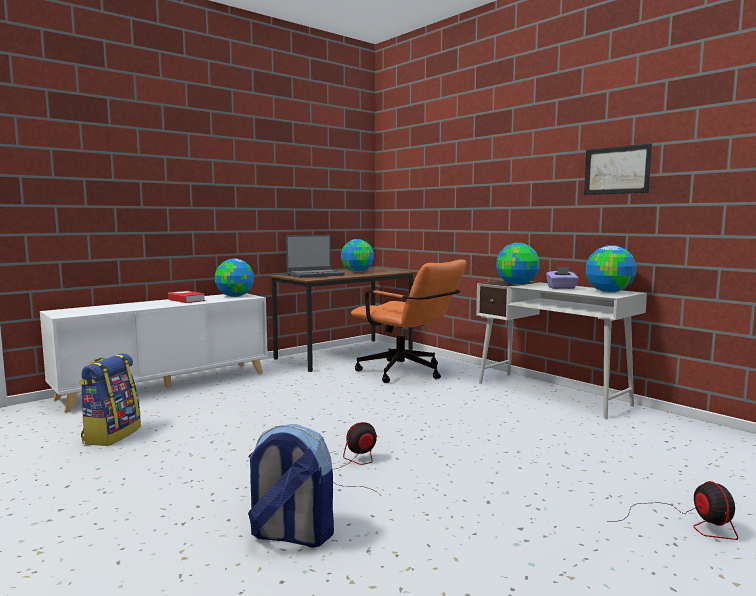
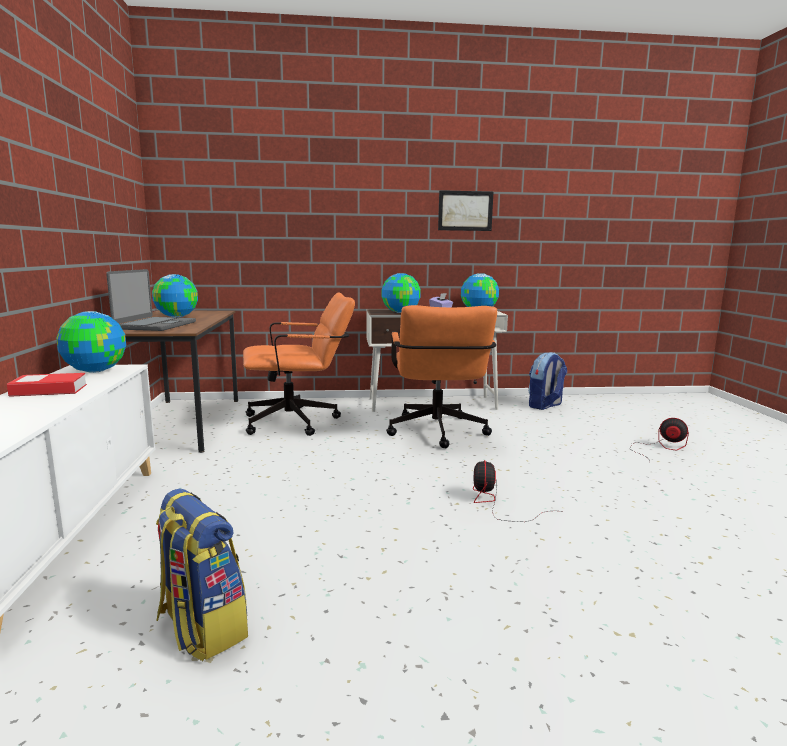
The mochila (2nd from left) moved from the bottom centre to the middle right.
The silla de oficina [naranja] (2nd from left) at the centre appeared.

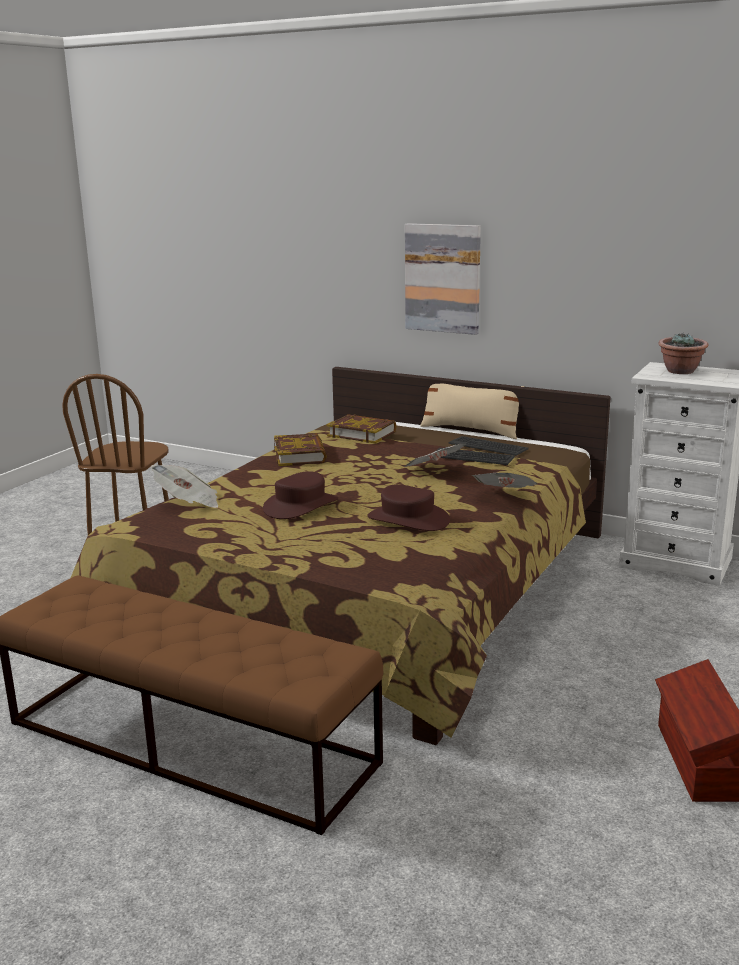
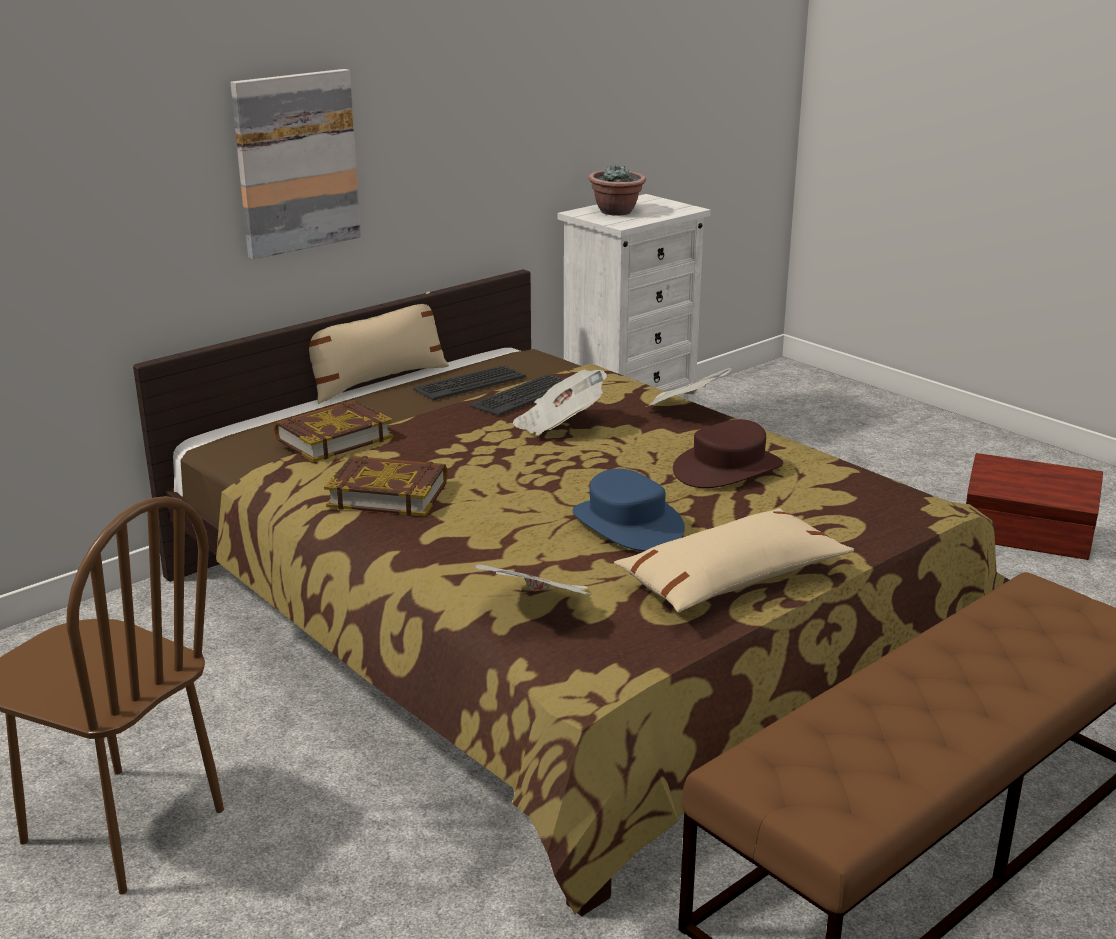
The sombrero [marrón] (1st from left) at the centre became the sombrero [azul] at the centre.
The cojín [beis] (2nd from left) at the centre appeared.

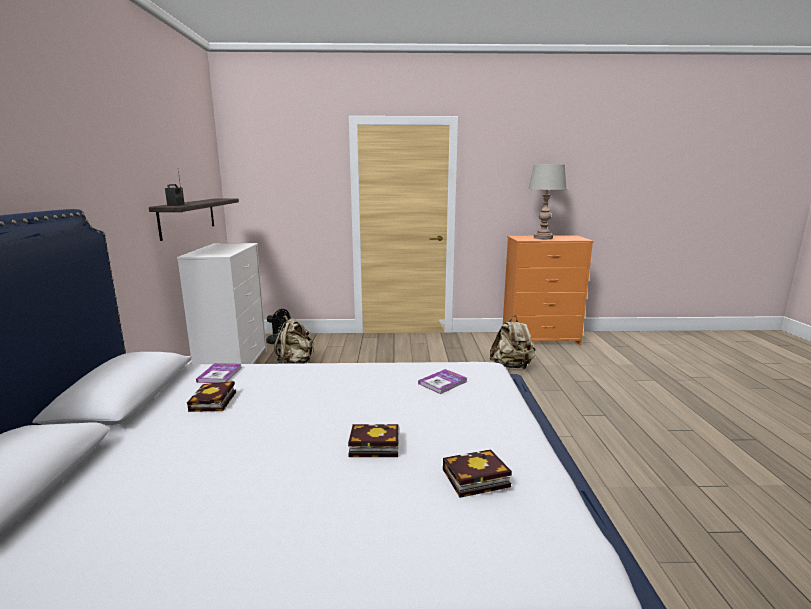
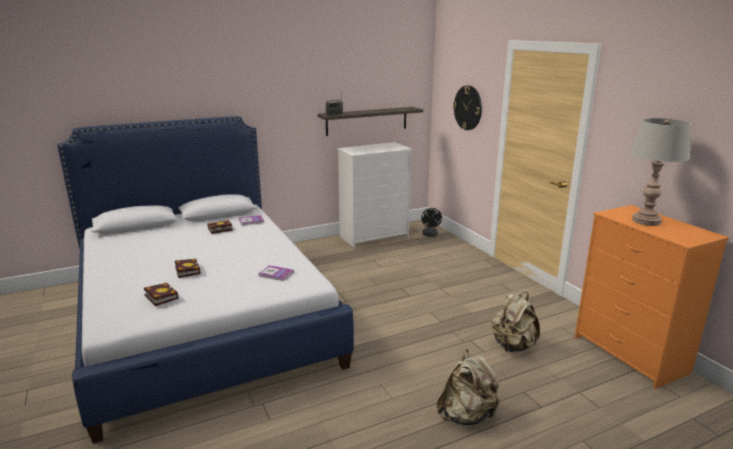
The mochila [beis] (1st from left) moved from the centre to the bottom centre.
The reloj de pared at the top centre appeared.

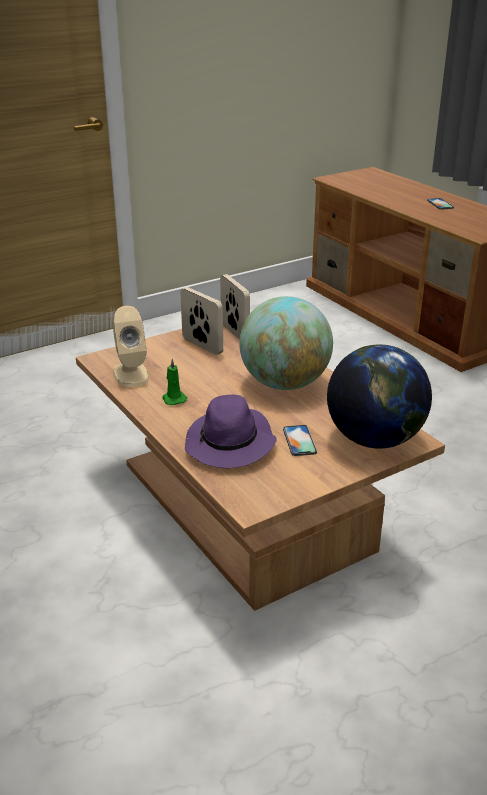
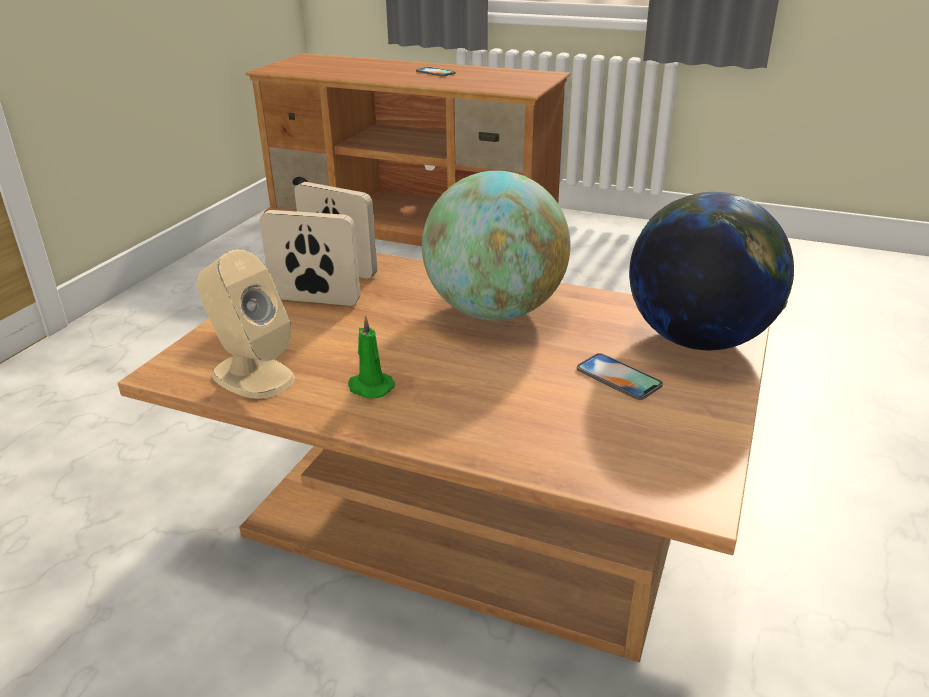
The sombrero [morado] at the centre disappeared.

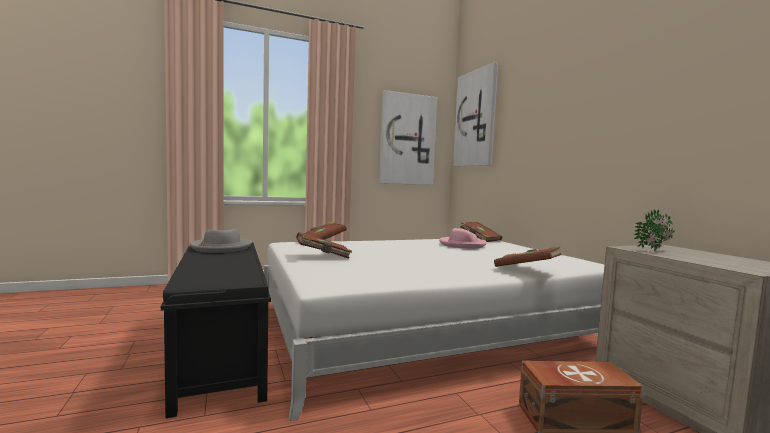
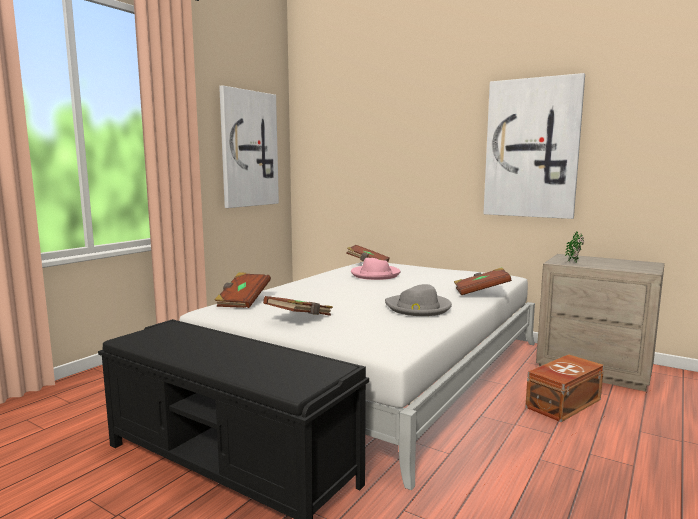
The cuadro (2nd from left) moved from the top centre to the top right.
The sombrero [gris] moved from the middle left to the centre.

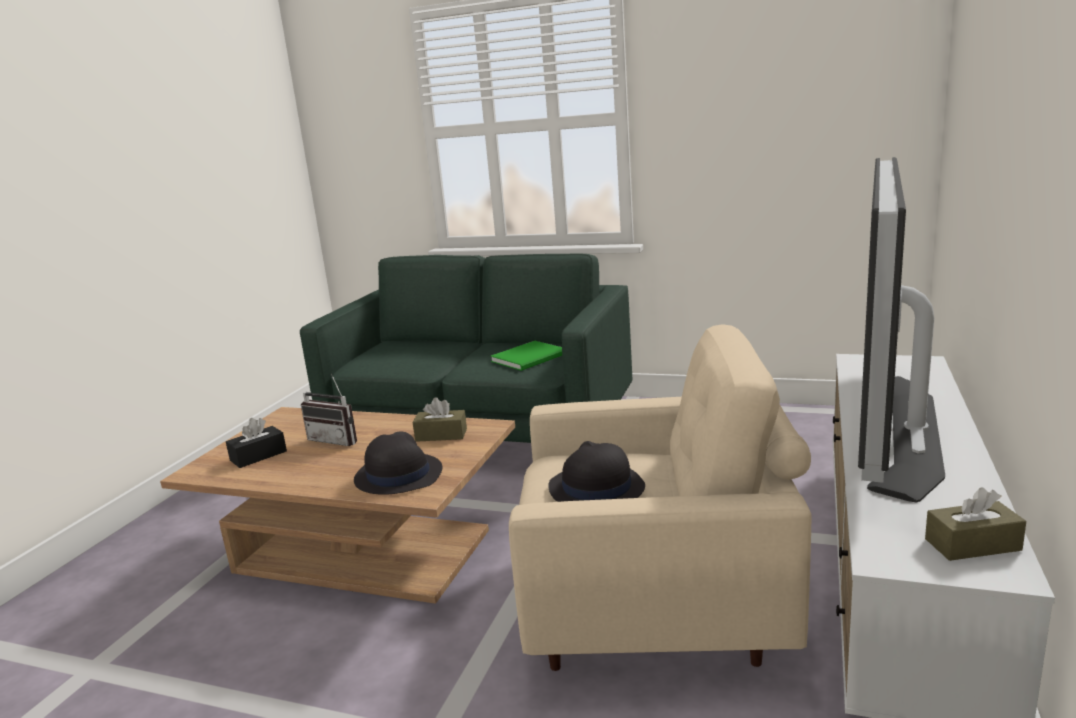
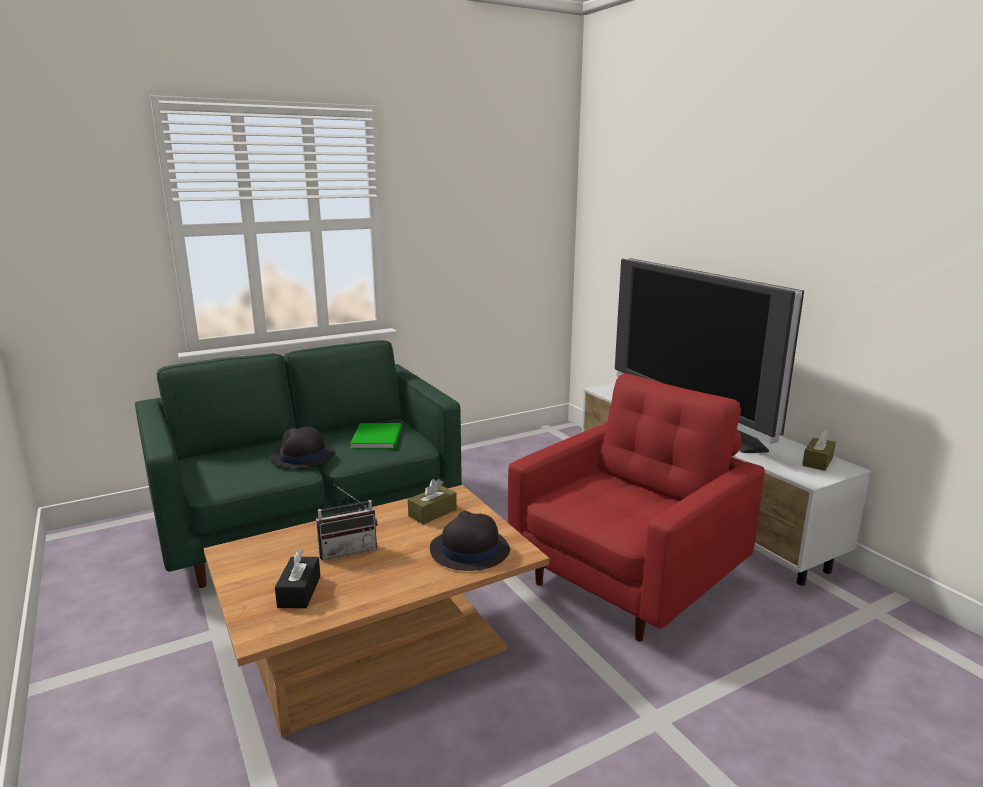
The sillón [beis] at the bottom centre became the sillón [rojo] at the centre.
The sombrero [negro] (2nd from left in the first image) moved from the centre to the middle left.

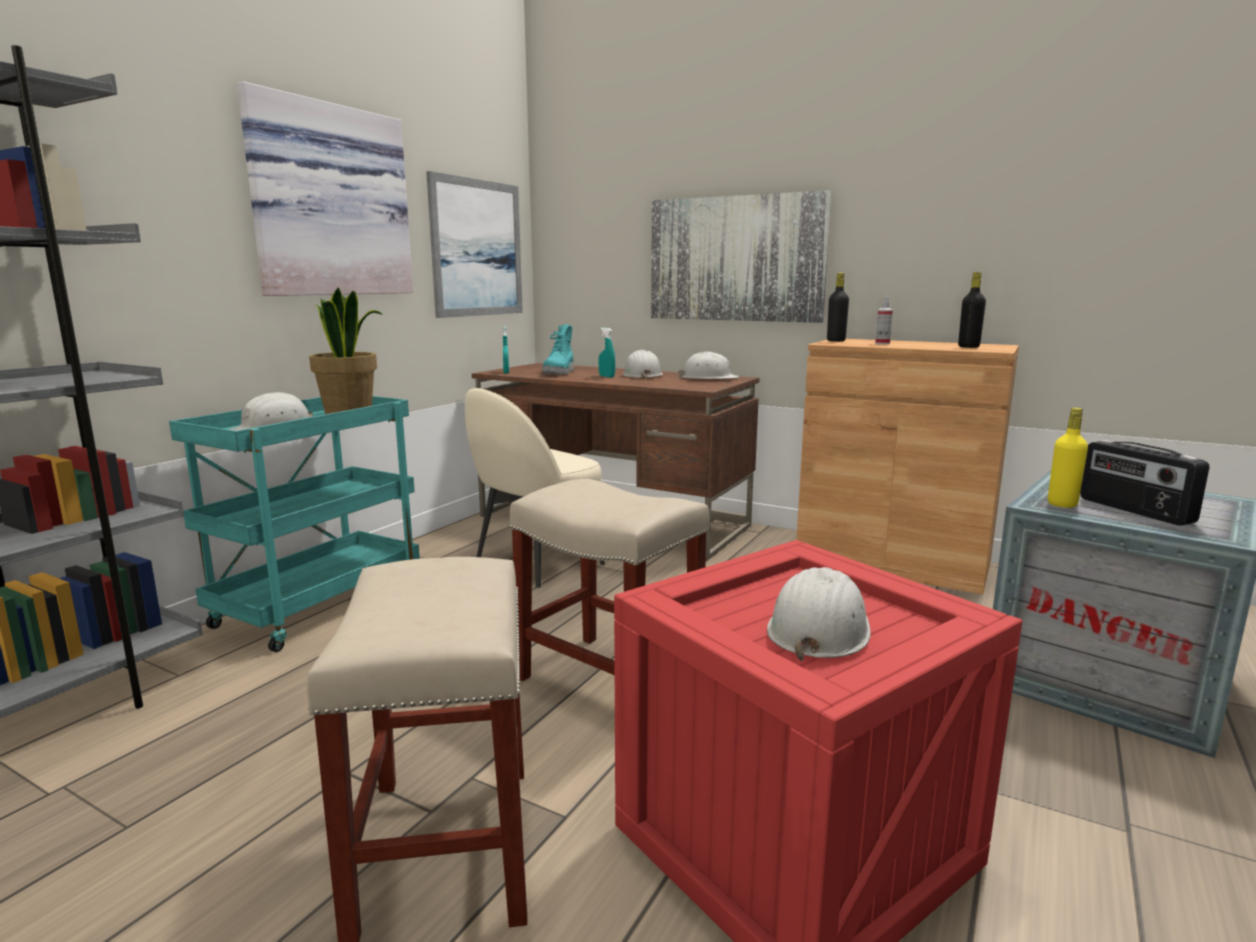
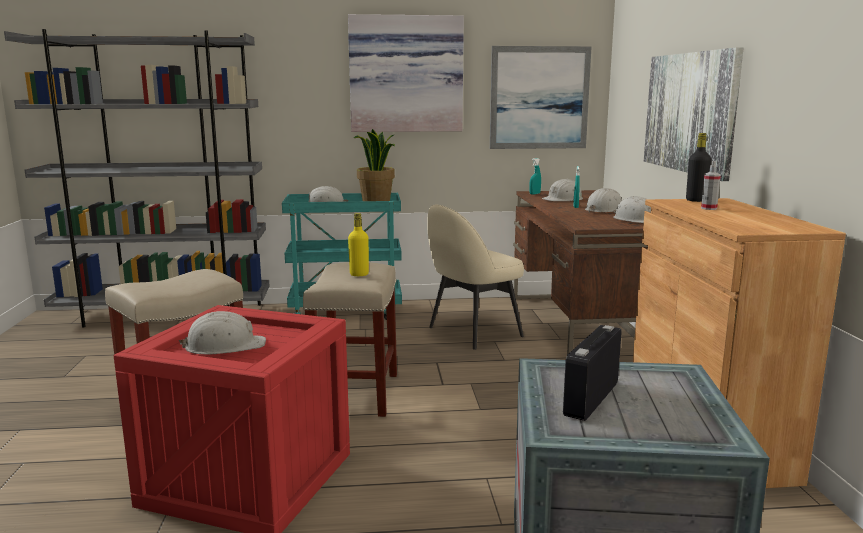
The botella [negro] (2nd from left) at the top right disappeared.
The bota [turquesa] at the centre was replaced by the casco [blanco] (3rd from left) at the centre.
The silla [beis] at the centre turned 45 degrees counterclockwise.
The botella [amarillo] moved from the middle right to the centre.

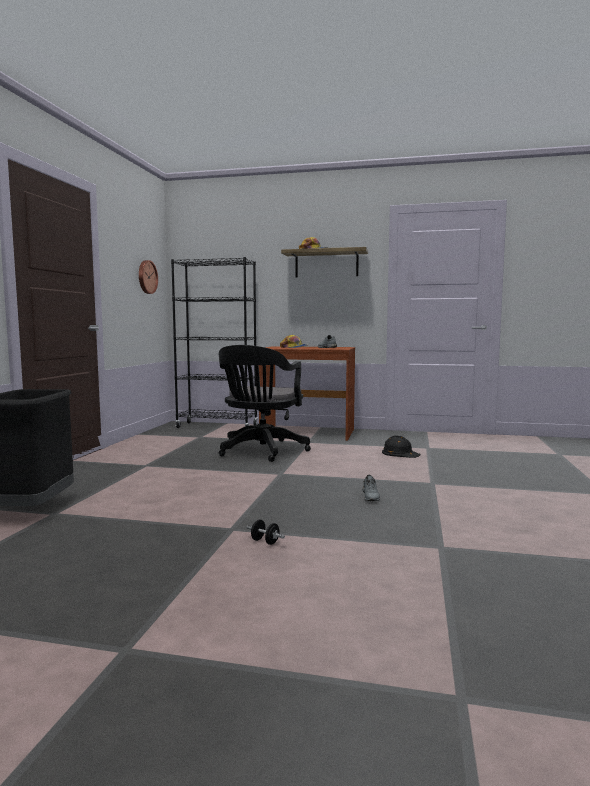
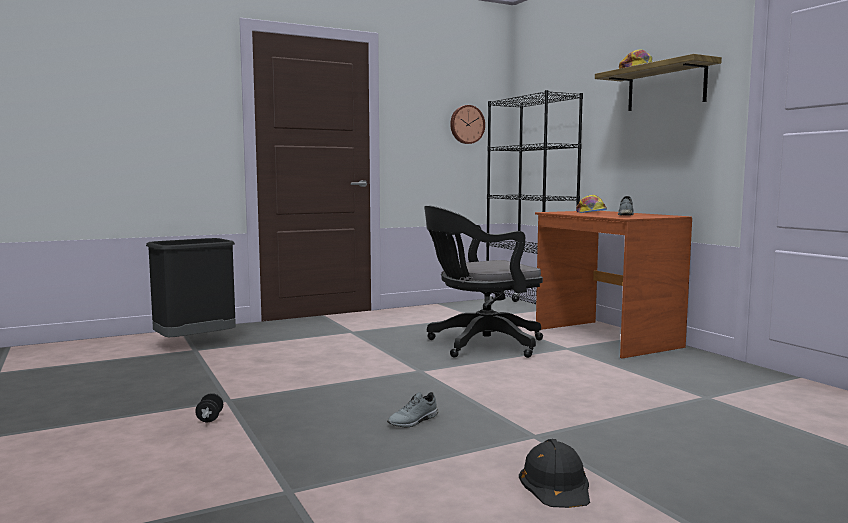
The casco [negro] moved from the middle right to the bottom centre.

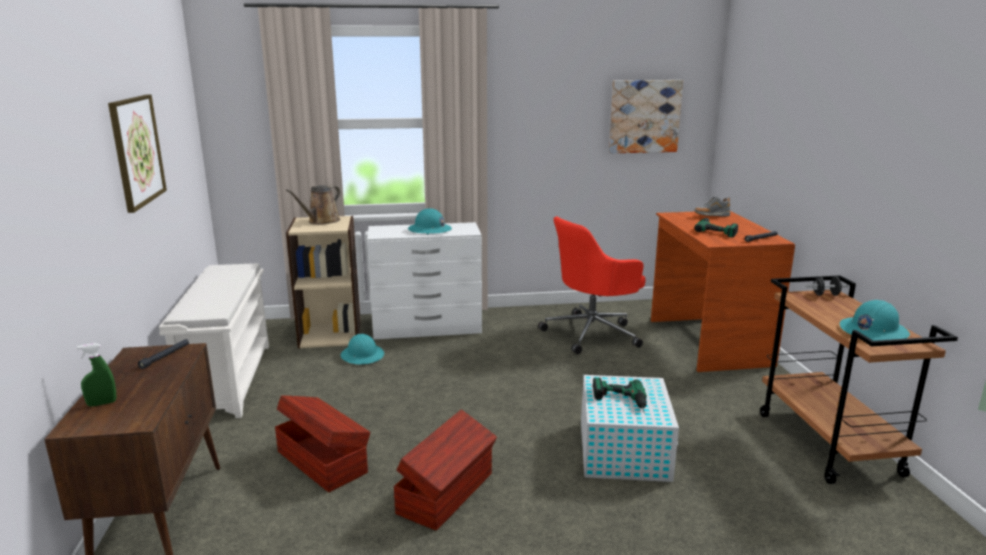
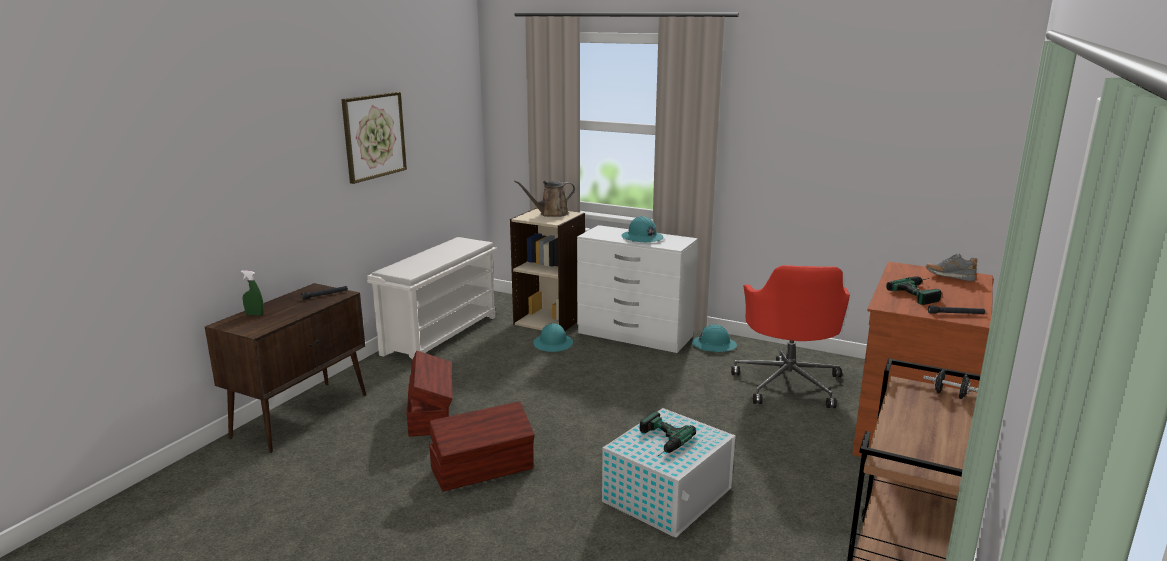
The cuadro (2nd from left) at the top centre disappeared.
The silla de oficina [rojo] at the centre turned 90 degrees counterclockwise.
The casco [turquesa] (3rd from left) moved from the middle right to the centre.

